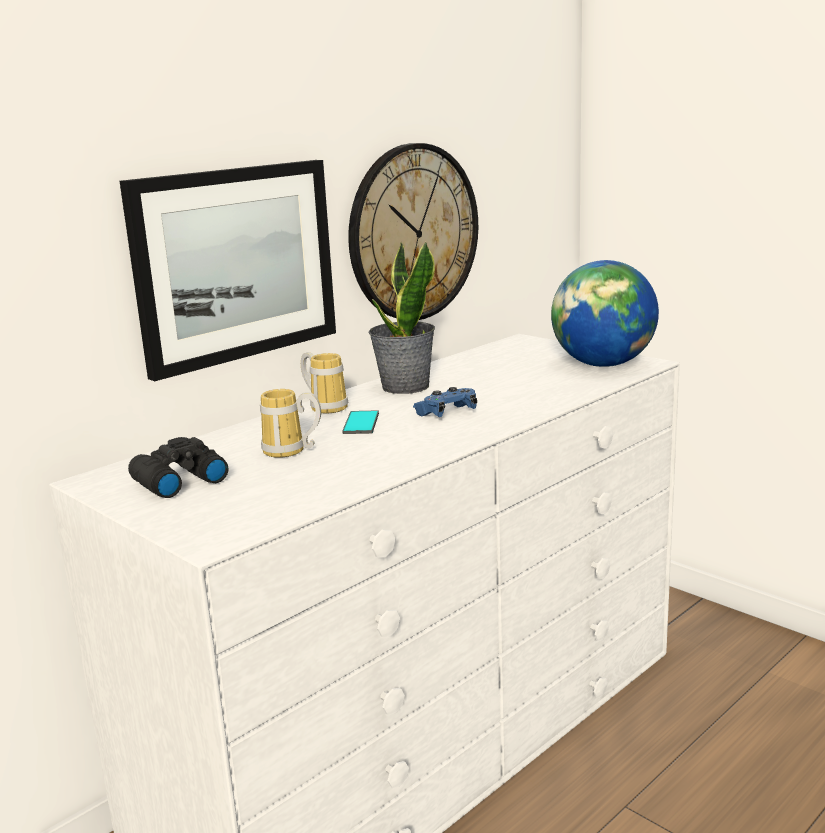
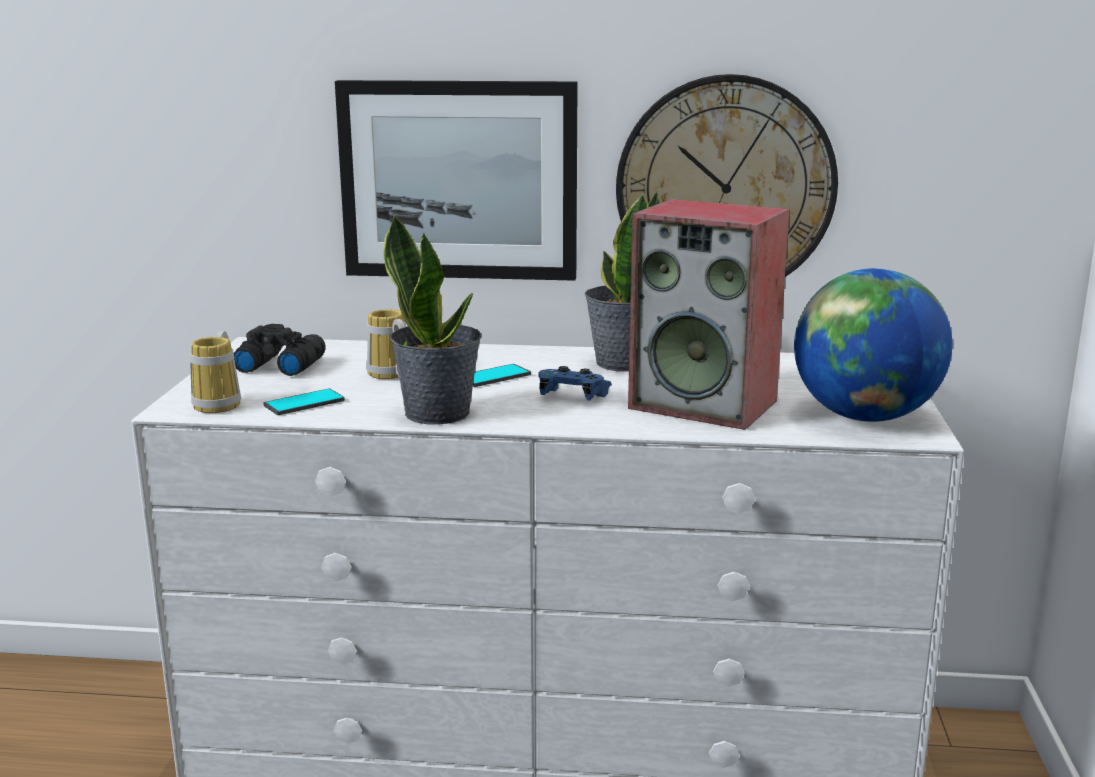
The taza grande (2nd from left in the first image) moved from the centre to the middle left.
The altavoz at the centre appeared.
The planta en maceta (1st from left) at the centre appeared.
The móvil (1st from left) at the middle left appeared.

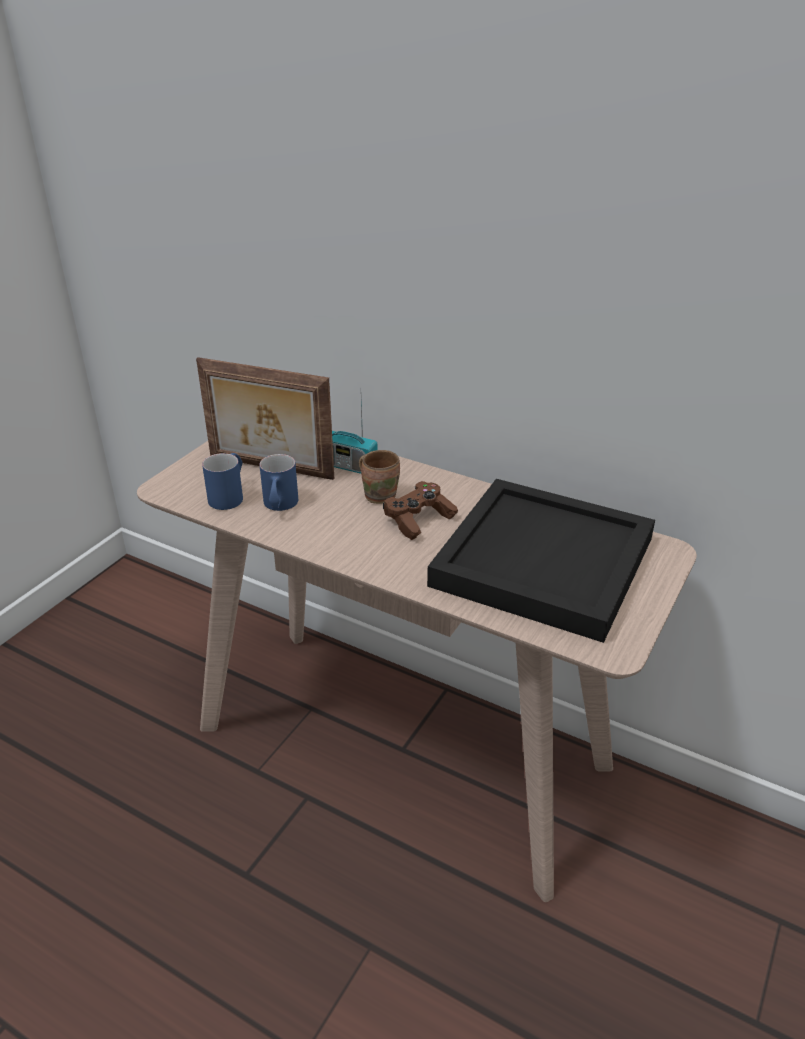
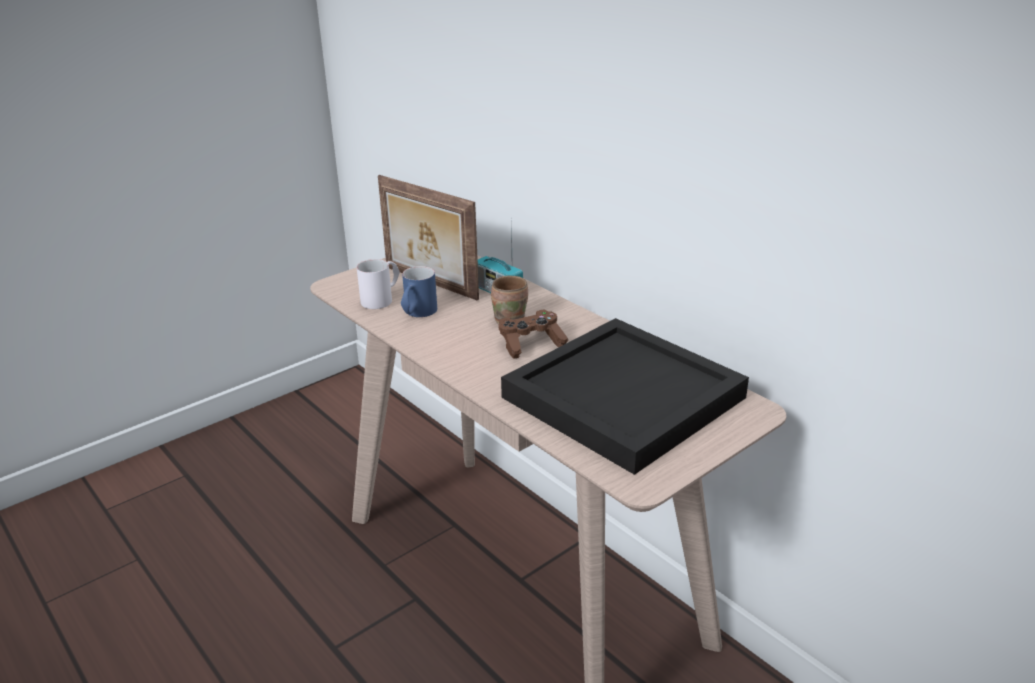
The taza grande [azul] (1st from left) at the middle left became the taza grande [blanco] at the centre.

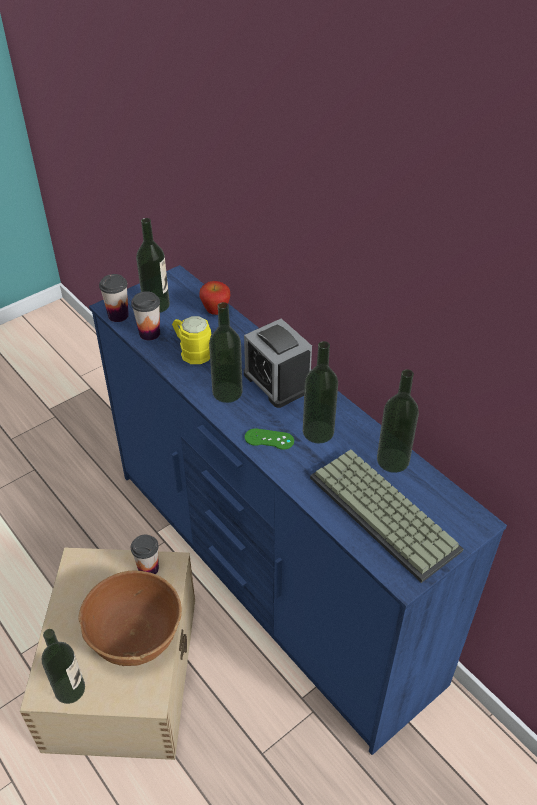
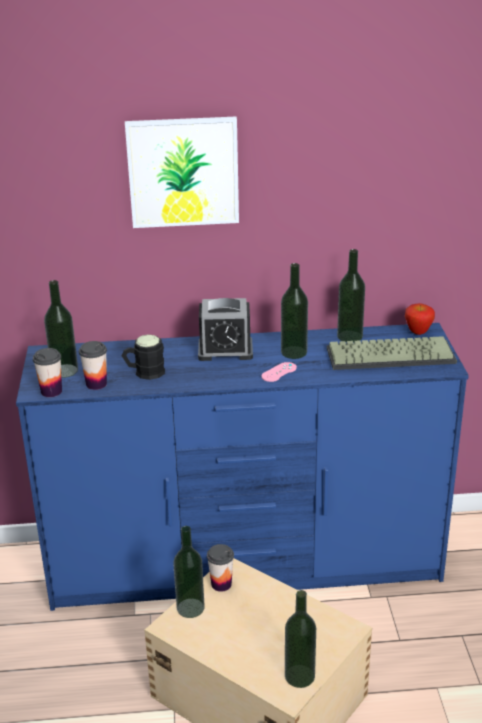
The manzana moved from the centre to the middle right.
The botella (3rd from left in the first image) moved from the centre to the bottom centre.
The taza grande [amarillo] at the centre became the taza grande [negro] at the middle left.
The mando de consola [verde] at the centre became the mando de consola [rosa] at the centre.
The cuenco [marrón] at the bottom left disappeared.
The cuadro at the top centre appeared.

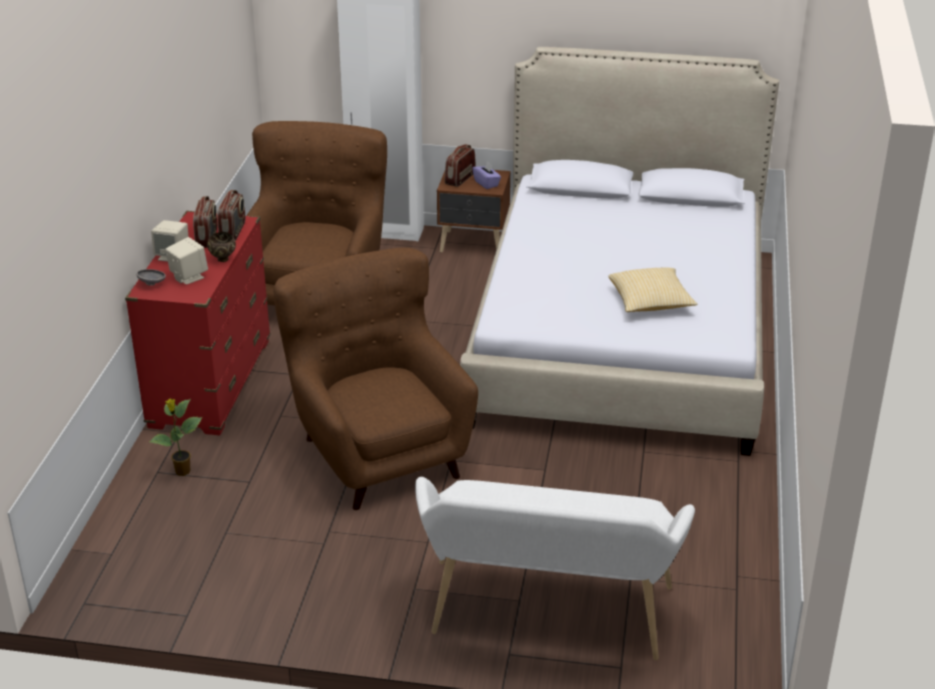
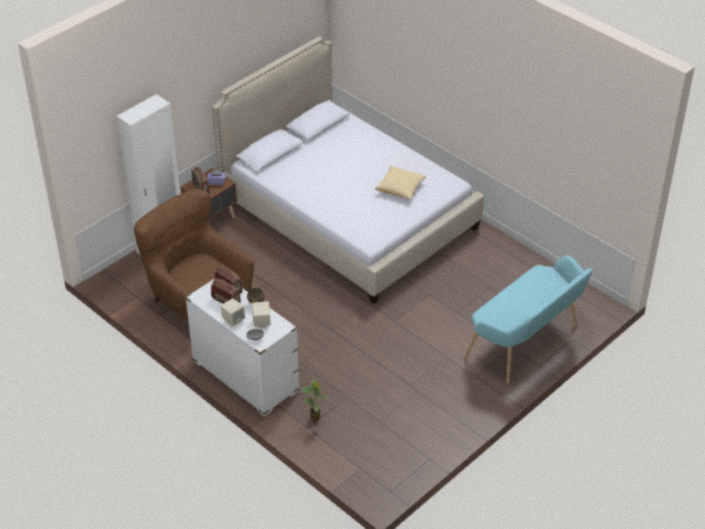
The cómoda [rojo] at the middle left became the cómoda [blanco] at the centre.
The sillón [marrón] (2nd from left) at the centre disappeared.
The banco [blanco] at the bottom centre became the banco [turquesa] at the middle right.

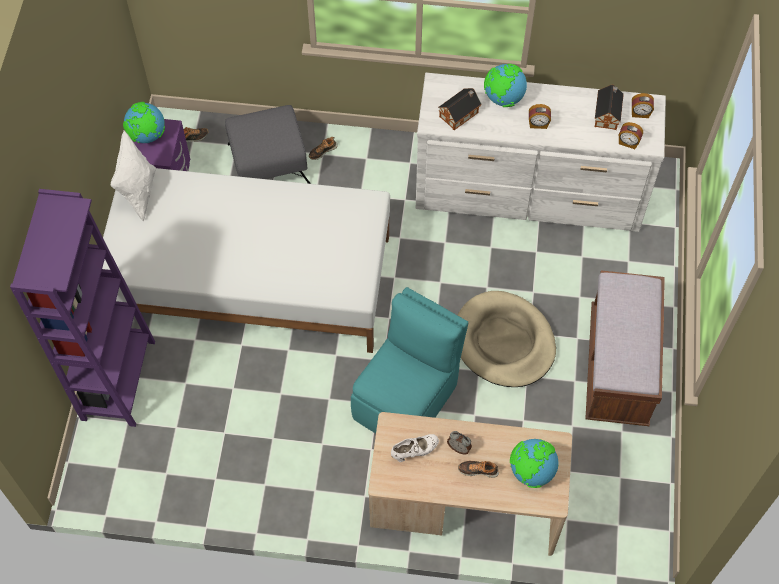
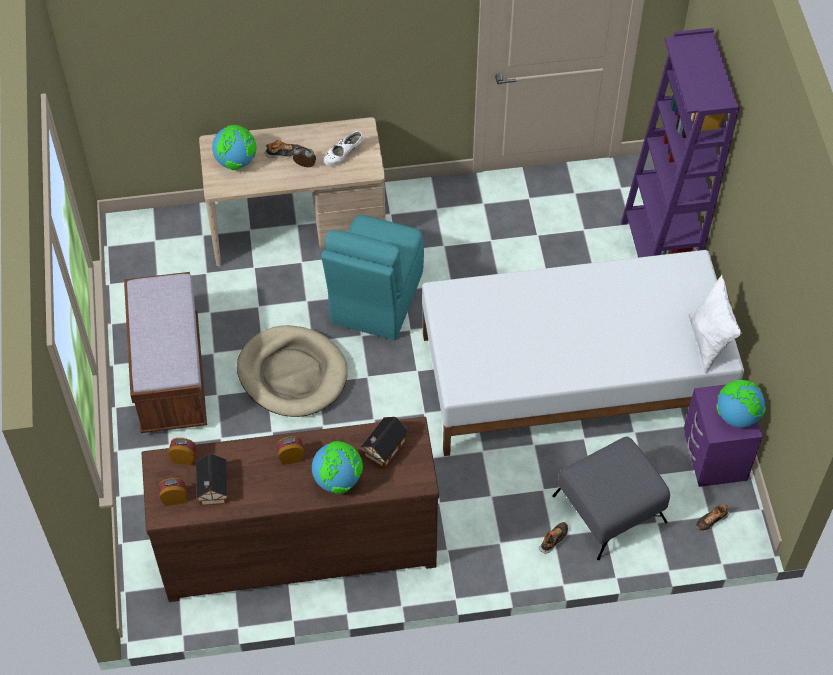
The cómoda [blanco] at the top right became the cómoda [marrón] at the bottom centre.

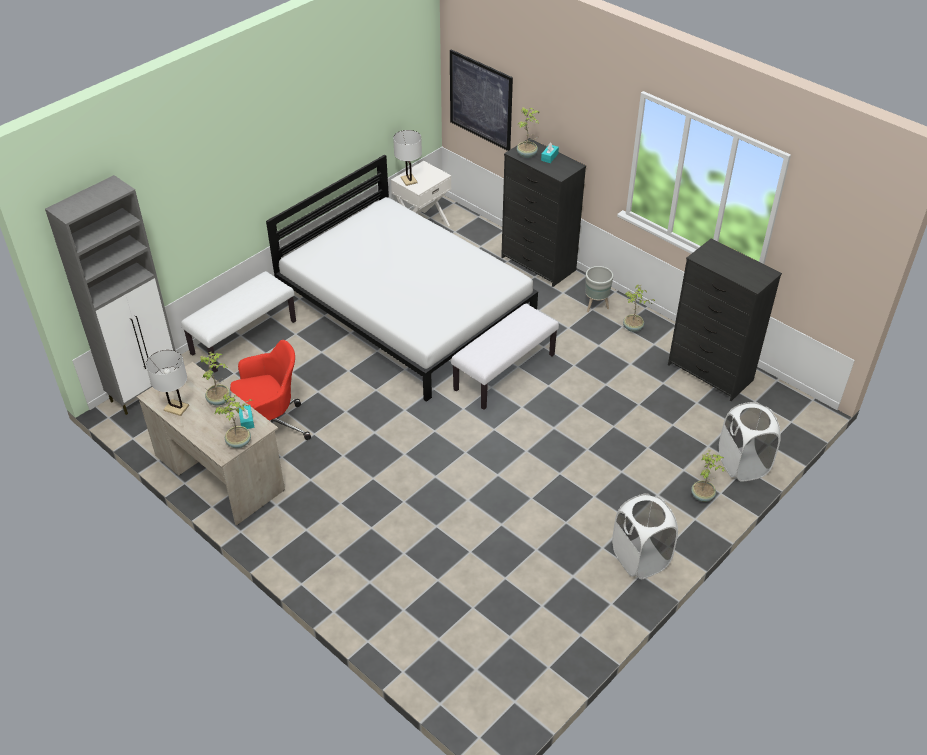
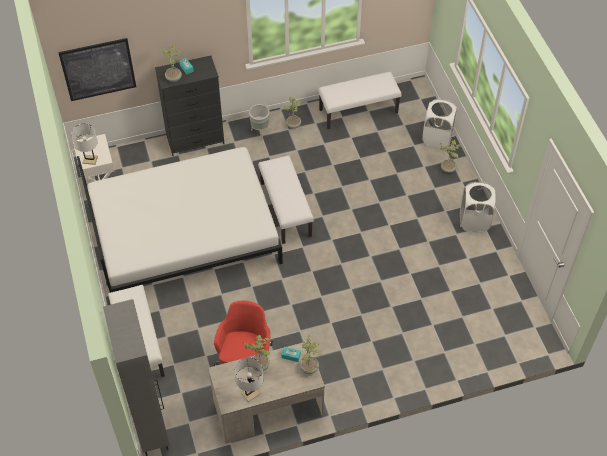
The cómoda [negro] (2nd from left) at the middle right was replaced by the banco [blanco] (3rd from left) at the top centre.

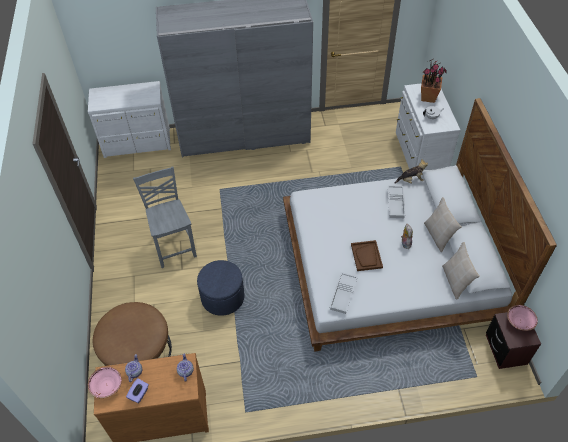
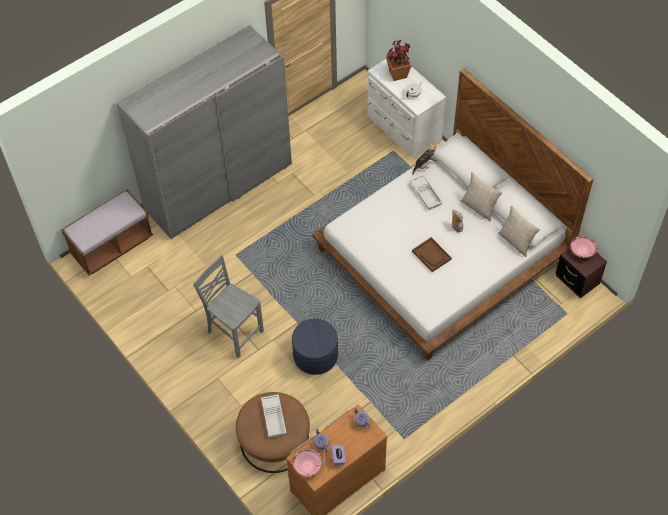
The cómoda [blanco] (1st from left) at the top left was replaced by the banco [marrón] at the middle left.
The bandeja [blanco] (1st from left) moved from the centre to the bottom centre.

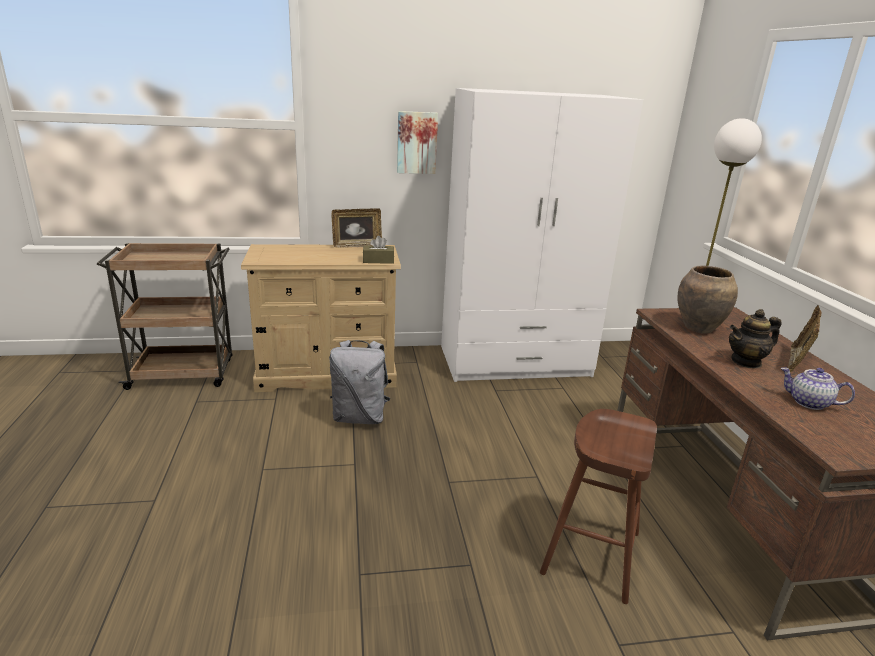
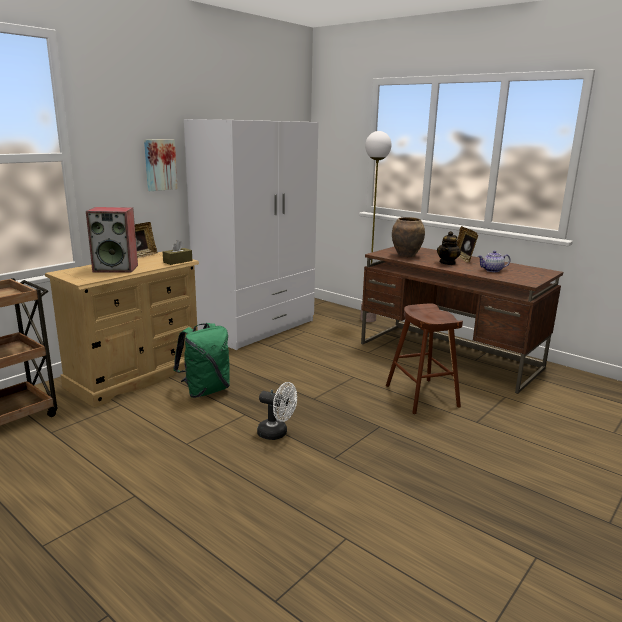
The mochila [gris] at the centre became the mochila [verde] at the middle left.
The altavoz at the middle left appeared.
The ventilador [blanco] at the centre appeared.

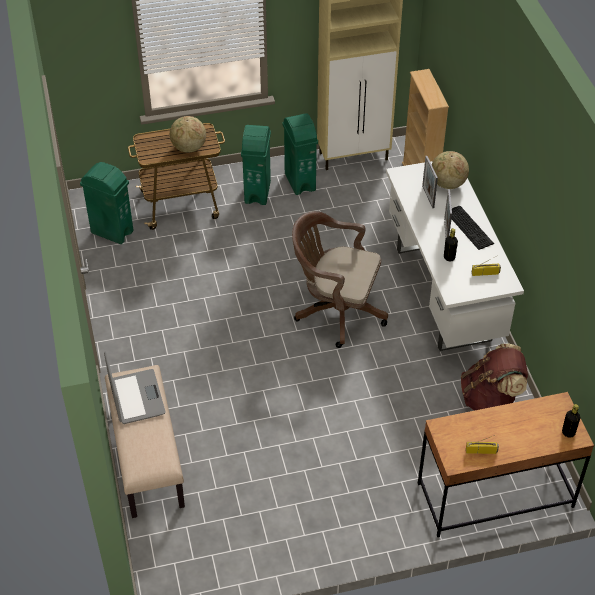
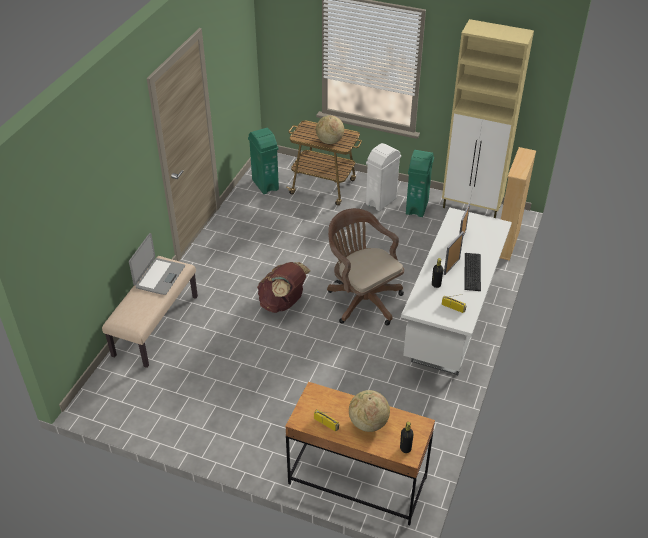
The papelera [verde] (2nd from left) at the top centre became the papelera [blanco] at the top centre.
The globo terráqueo (2nd from left) moved from the top right to the bottom centre.
The mochila [marrón] moved from the middle right to the centre.

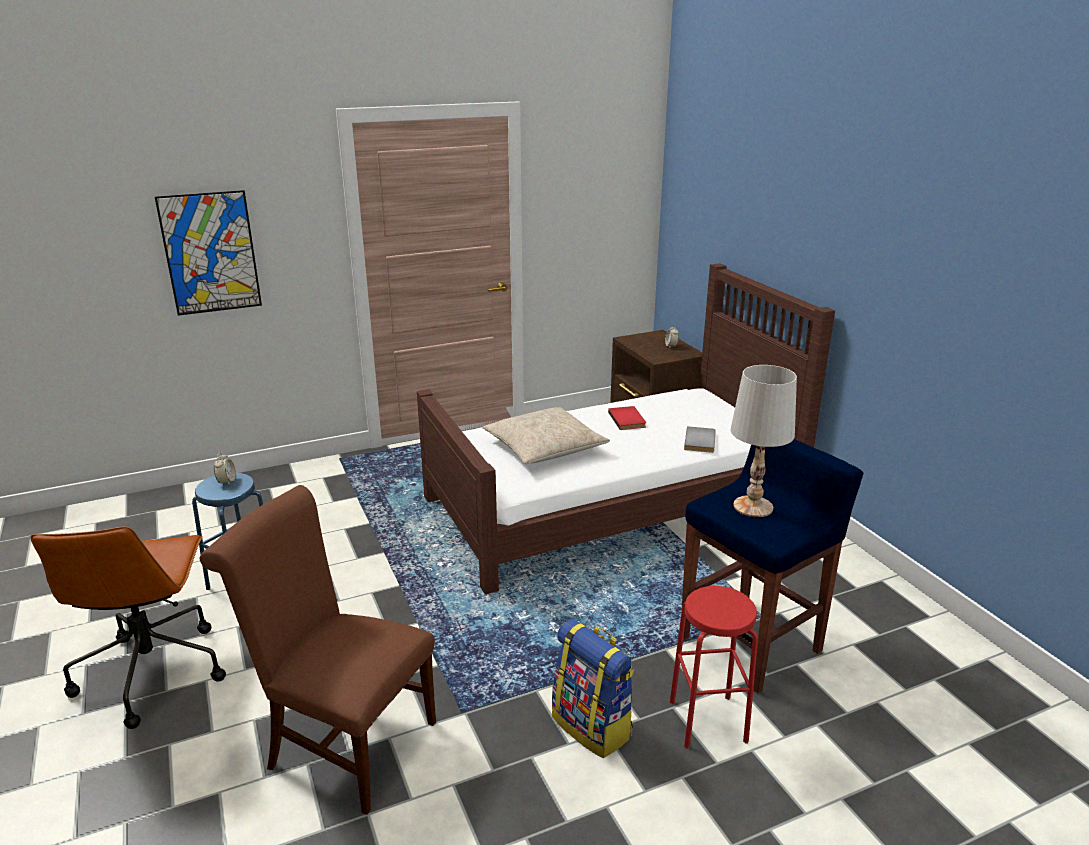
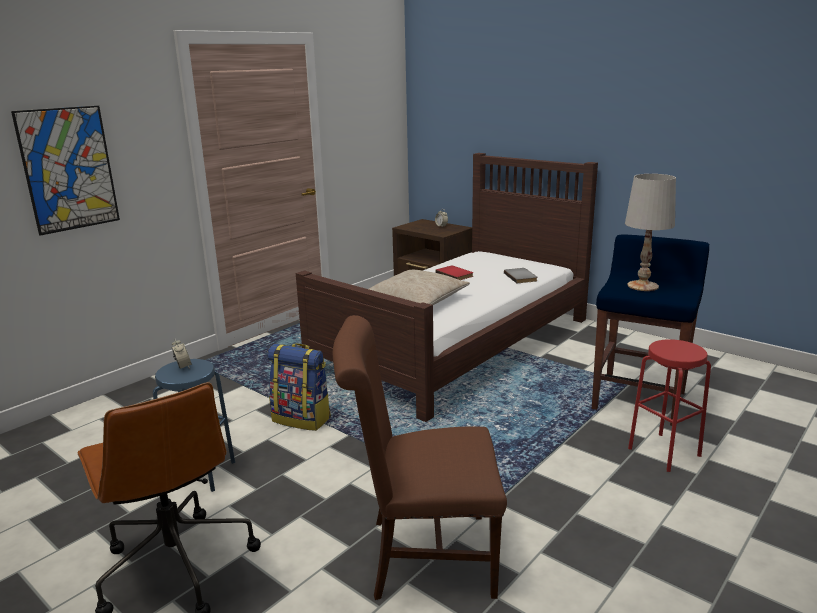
The mochila moved from the bottom centre to the centre.

